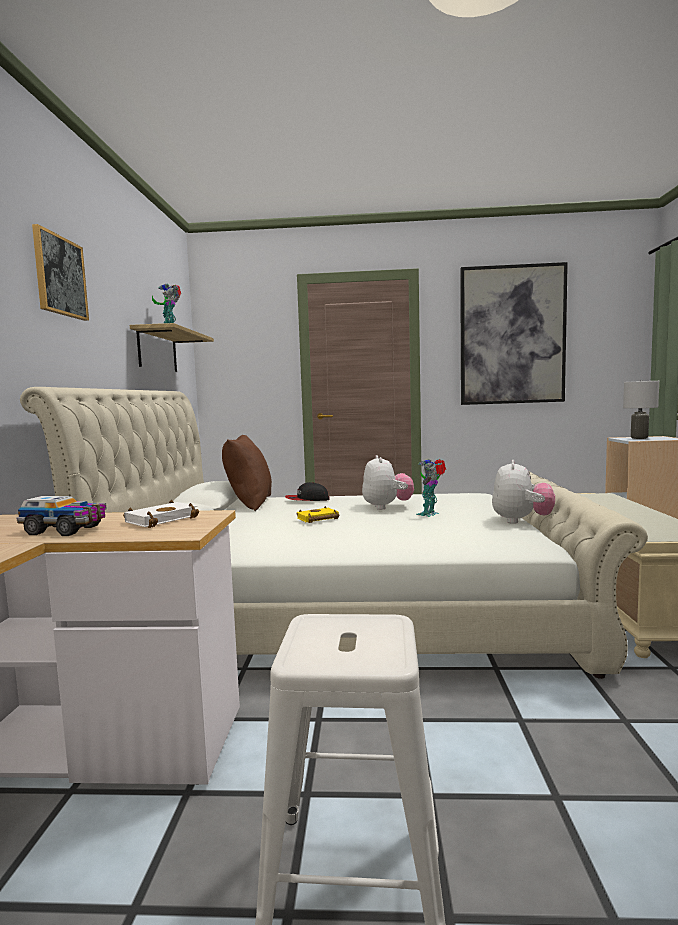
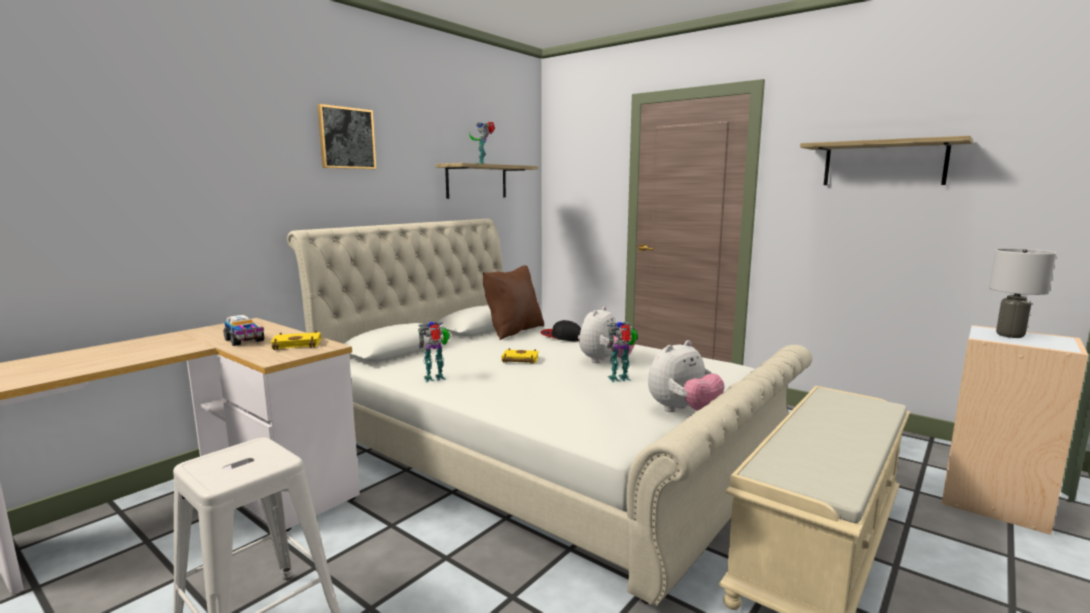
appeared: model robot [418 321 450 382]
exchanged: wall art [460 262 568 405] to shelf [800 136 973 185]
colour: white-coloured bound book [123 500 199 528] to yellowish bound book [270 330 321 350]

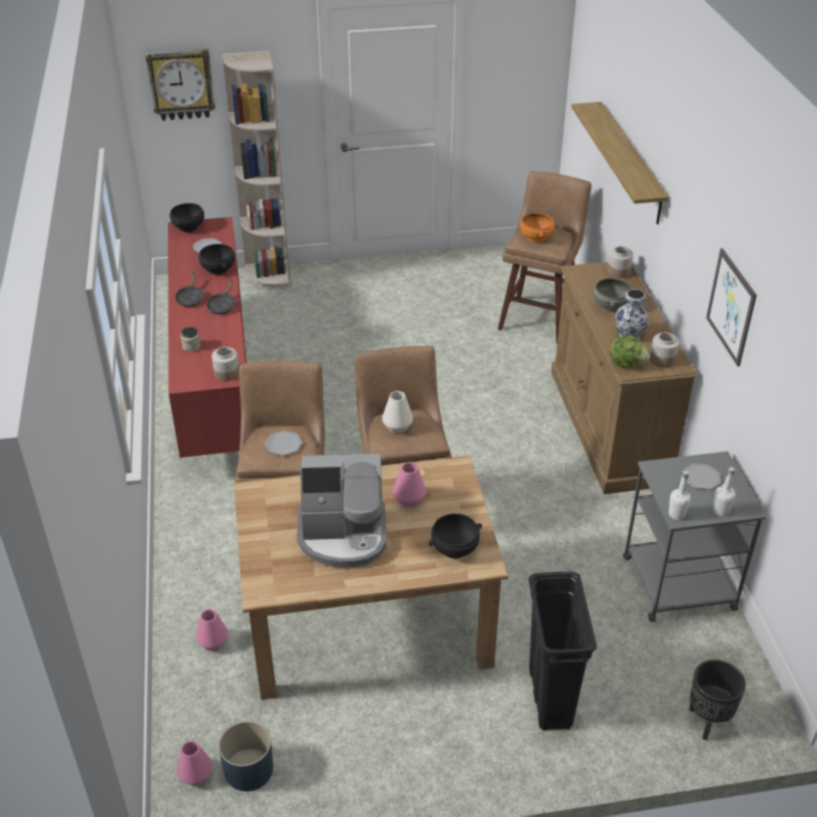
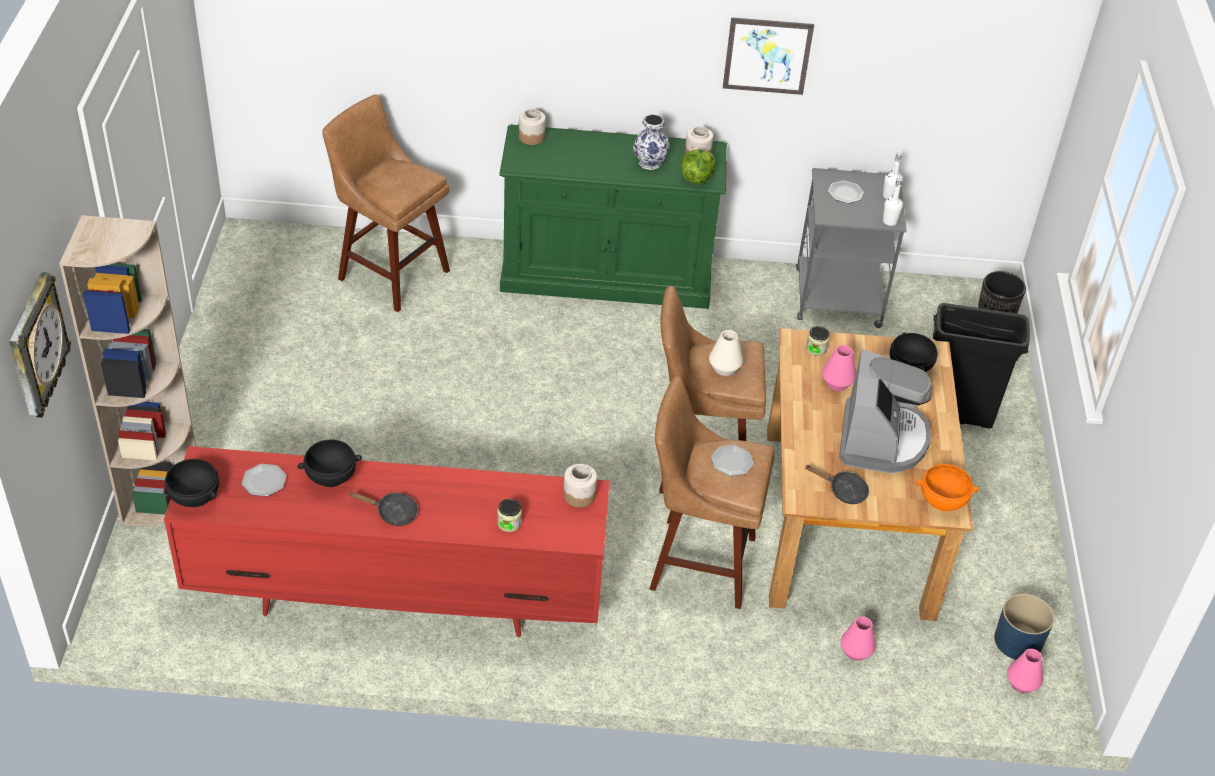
missing: shelf [571 102 669 225]; grey serving bowl [593 278 632 312]
appeared: preserve jar [806 326 829 356]
relocated: blackish skillet [206 279 235 314] to [805 465 869 504]; orange-coloured serving bowl [520 213 555 242] to [916 464 979 511]
colour: brown cabinet [551 262 697 494] to green cabinet [499 125 727 309]

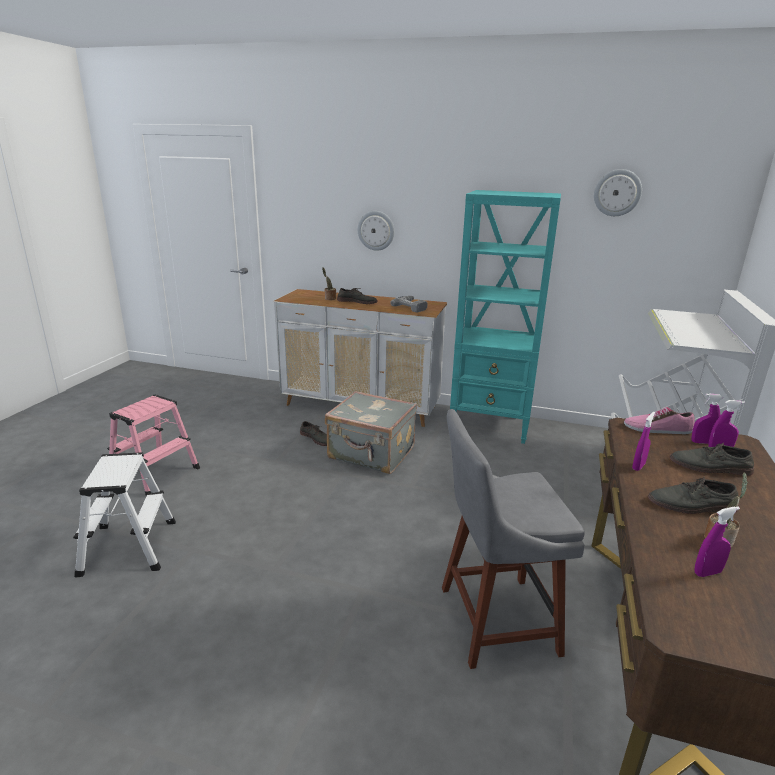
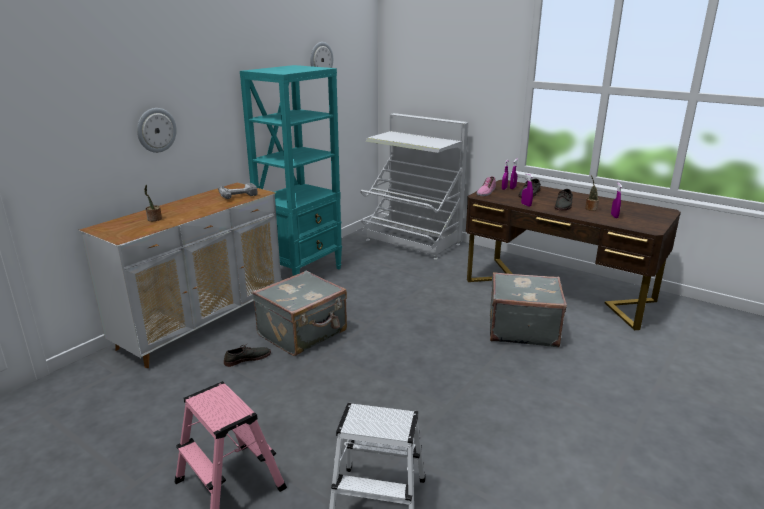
missing: grey shoe [337 288 378 304]
exchanged: grey chair [442 409 585 669] to grey piece of luggage [490 272 567 347]

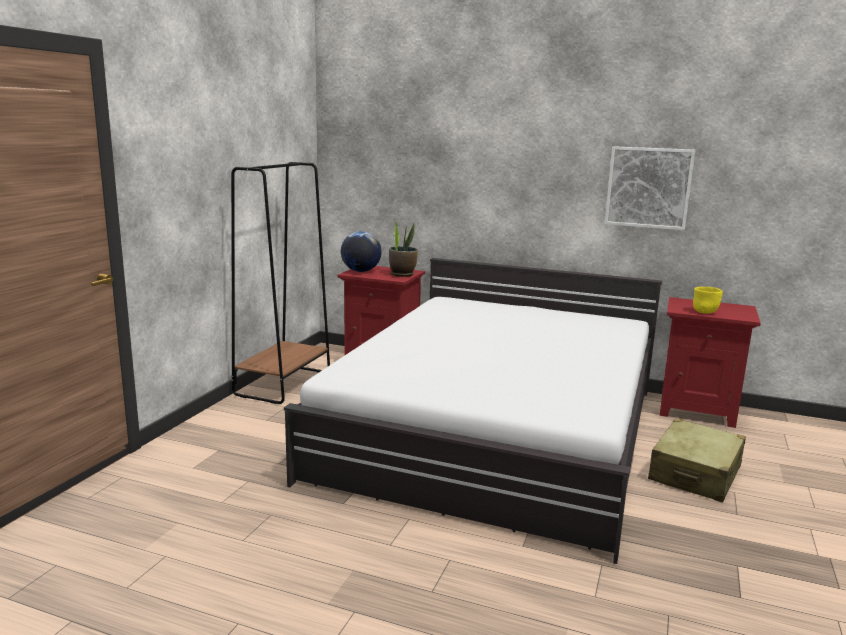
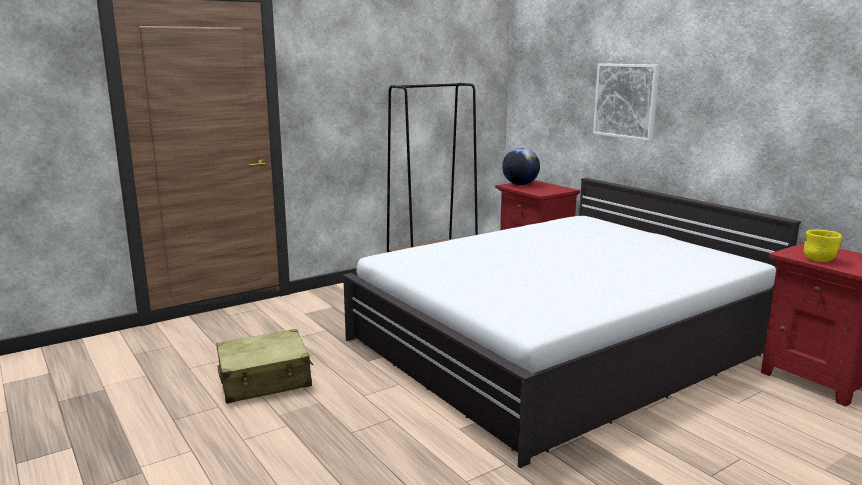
missing: houseplant [389 219 418 277]
relocated: wall art [605 146 695 230] to [593 63 660 142]; sand-coloured piece of luggage [648 418 746 503] to [216 329 314 404]

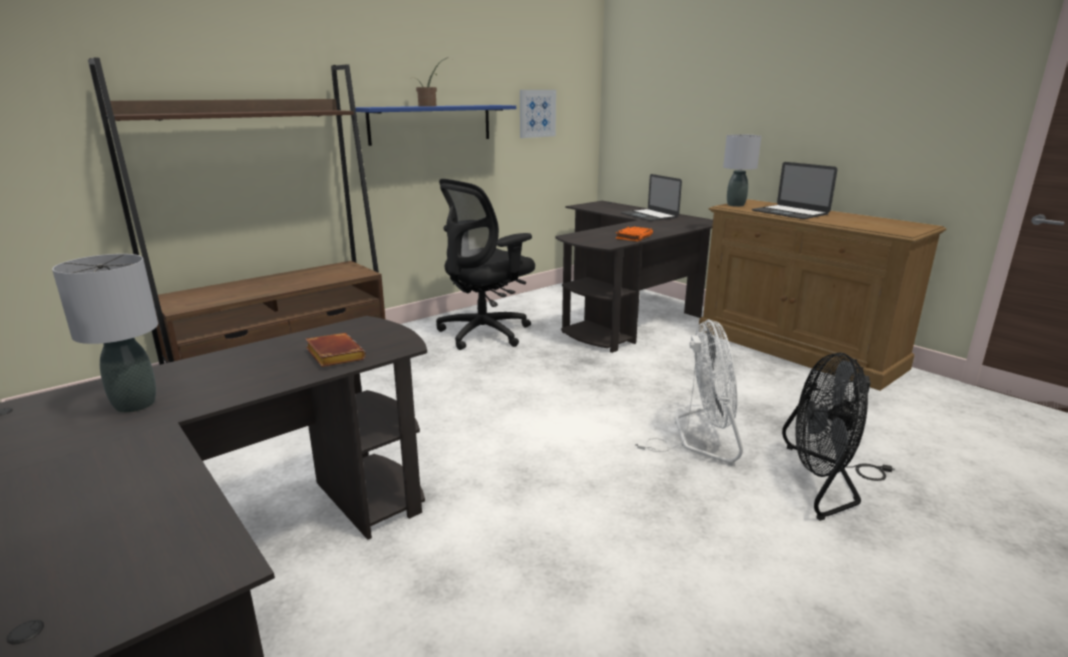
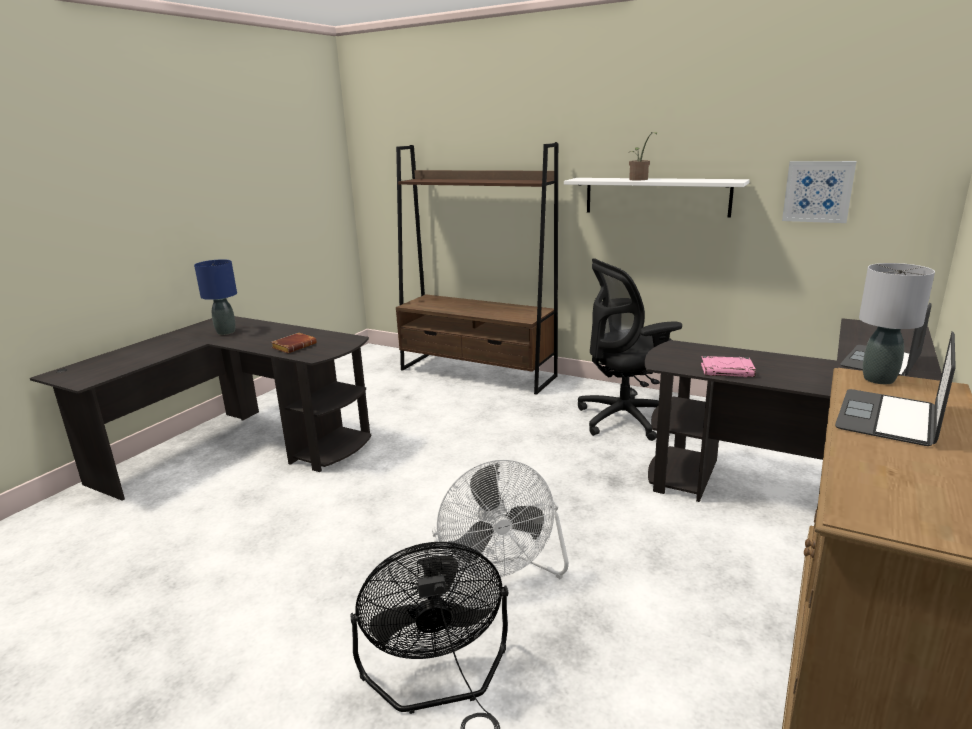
colour: grey tabletop lamp [52 254 158 413] to blue-coloured tabletop lamp [194 259 237 335]; blue-coloured shelf [355 105 516 146] to white-coloured shelf [564 178 750 218]; orange-coloured bound book [616 226 653 241] to pink bound book [701 356 756 377]
spun: blackish computer chair [436 179 535 350] = [578 258 682 441] 45 degrees counterclockwise

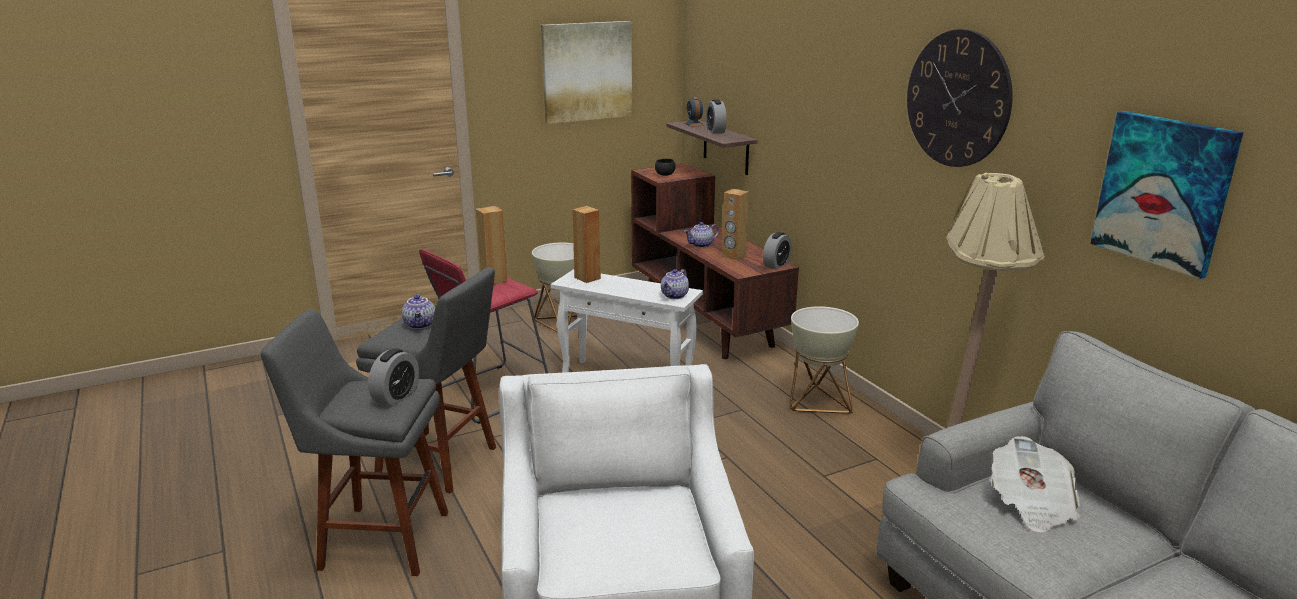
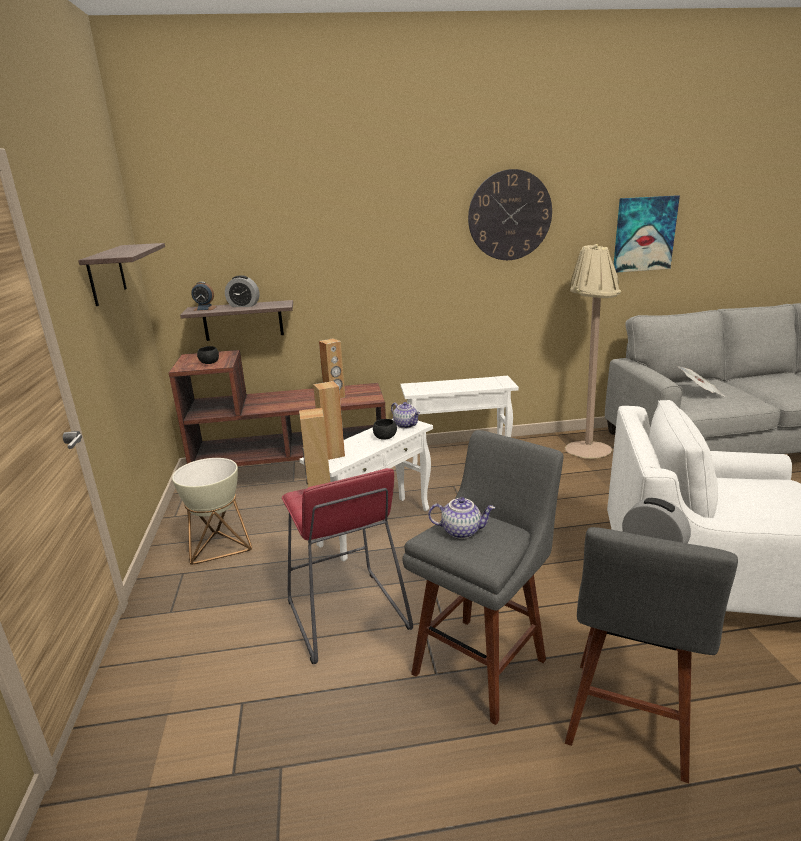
missing: pot for tea [684 222 719 248]; table clock [763 232 792 270]
appeared: blackish serving bowl [373 419 397 440]
exchanged: wall art [541 21 632 124] to shelf [78 243 165 306]; plant pot [789 306 859 413] to white-coloured end table [401 376 519 465]

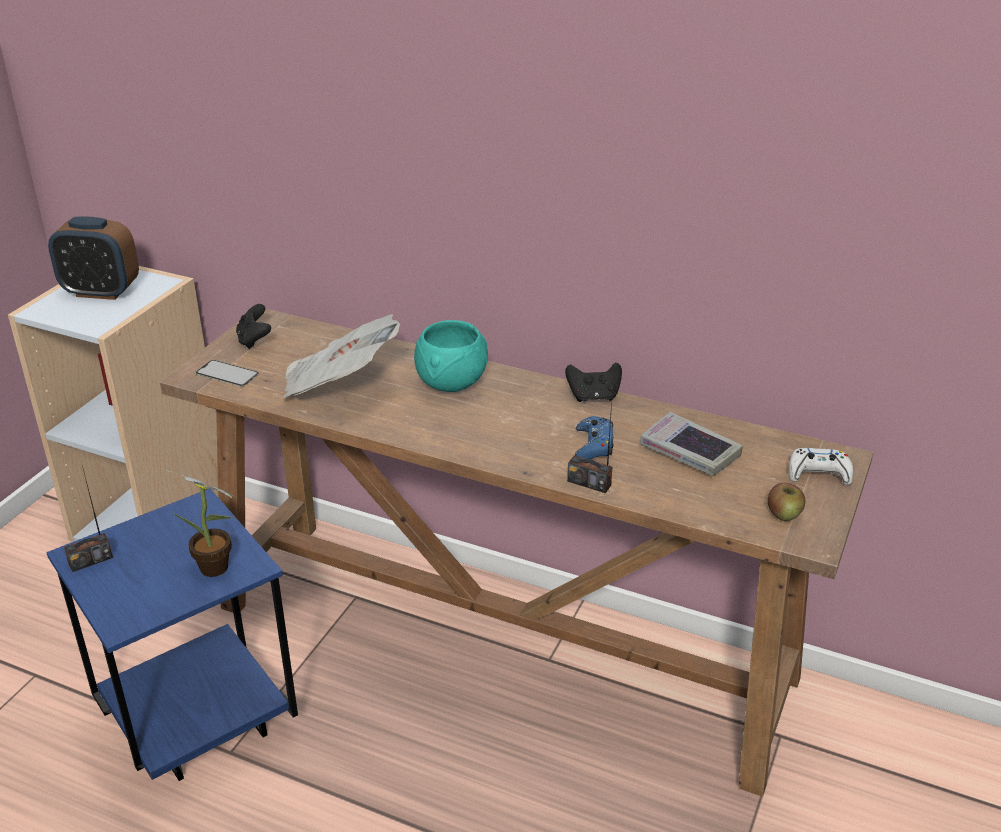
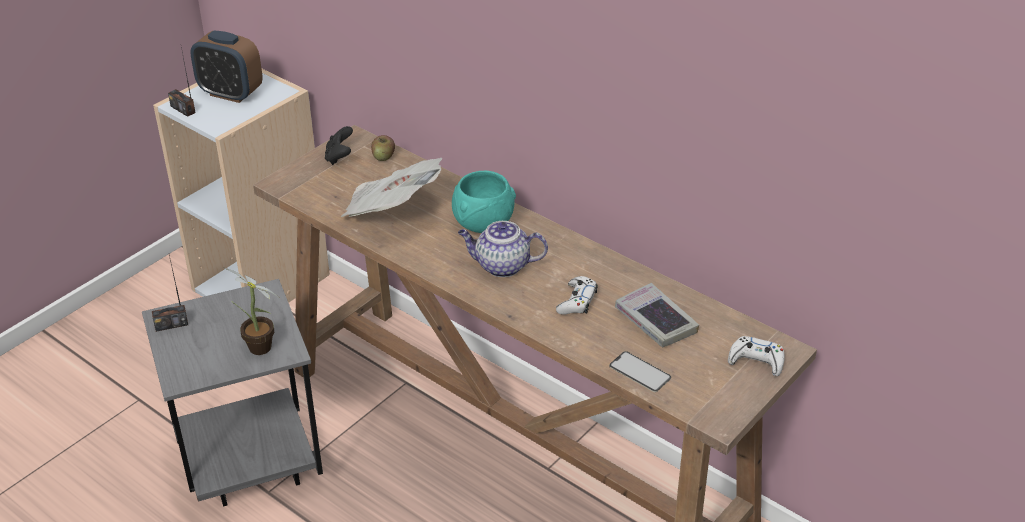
missing: blackish joypad [565 362 622 402]
appeared: pot for tea [458 221 548 277]
relocated: telephone [196 360 259 387] to [609 351 671 392]; radio set [567 389 613 493] to [168 47 196 117]; apple fruit [768 483 805 521] to [371 135 395 161]
colour: blue-coloured end table [47 489 298 781] to grey end table [142 279 323 507]; blue-coloured joypad [575 416 613 459] to white-coloured joypad [556 276 598 315]

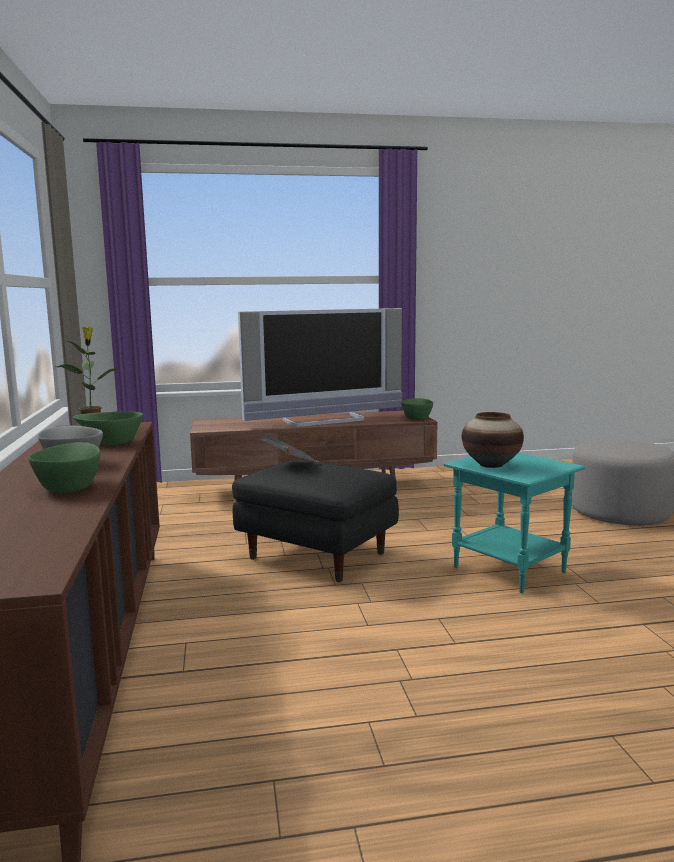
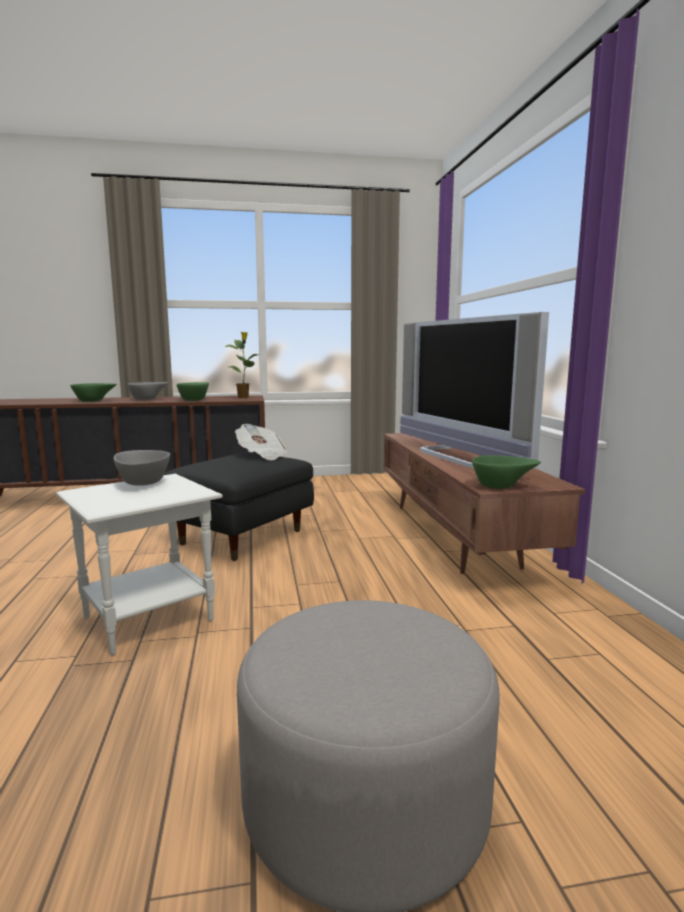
exchanged: flower vase [462 412 524 468] to grey serving bowl [113 450 170 486]
colour: turquoise-coloured end table [443 453 586 593] to white-coloured end table [56 474 223 655]

